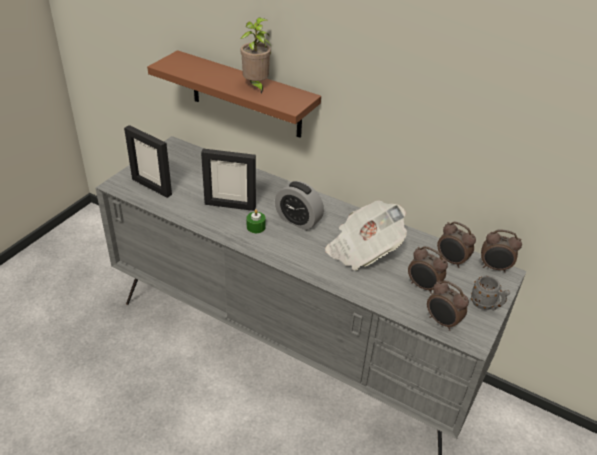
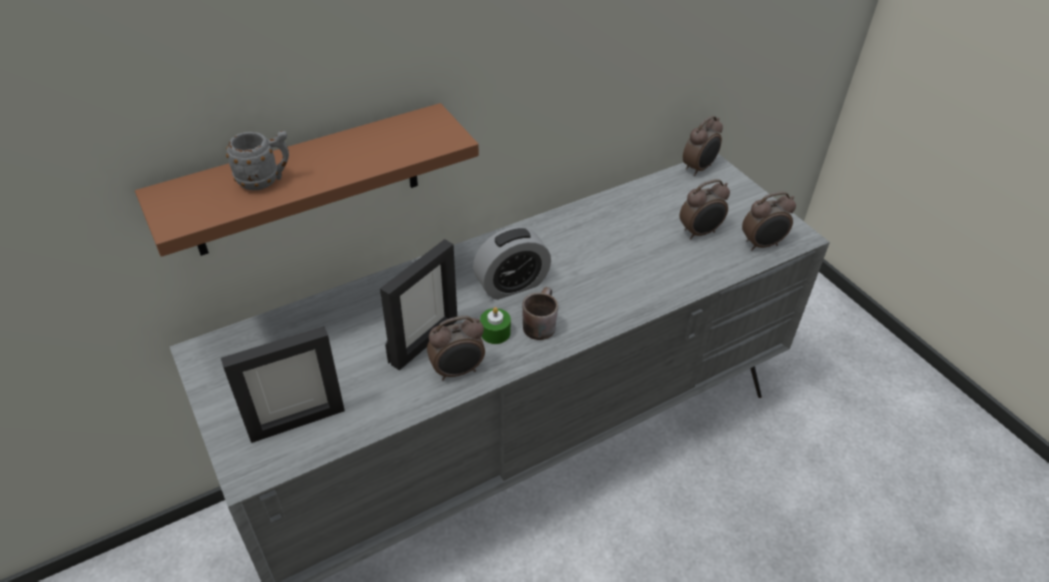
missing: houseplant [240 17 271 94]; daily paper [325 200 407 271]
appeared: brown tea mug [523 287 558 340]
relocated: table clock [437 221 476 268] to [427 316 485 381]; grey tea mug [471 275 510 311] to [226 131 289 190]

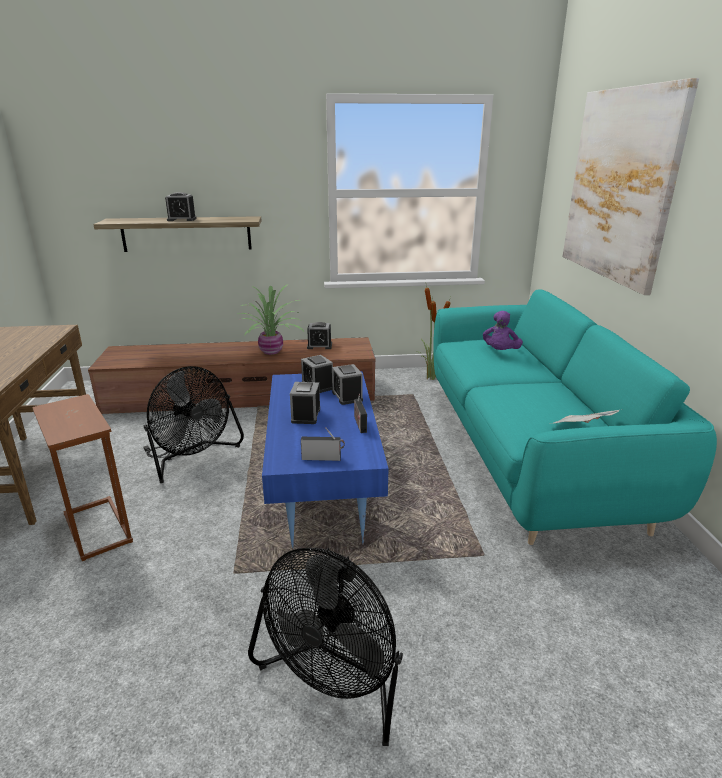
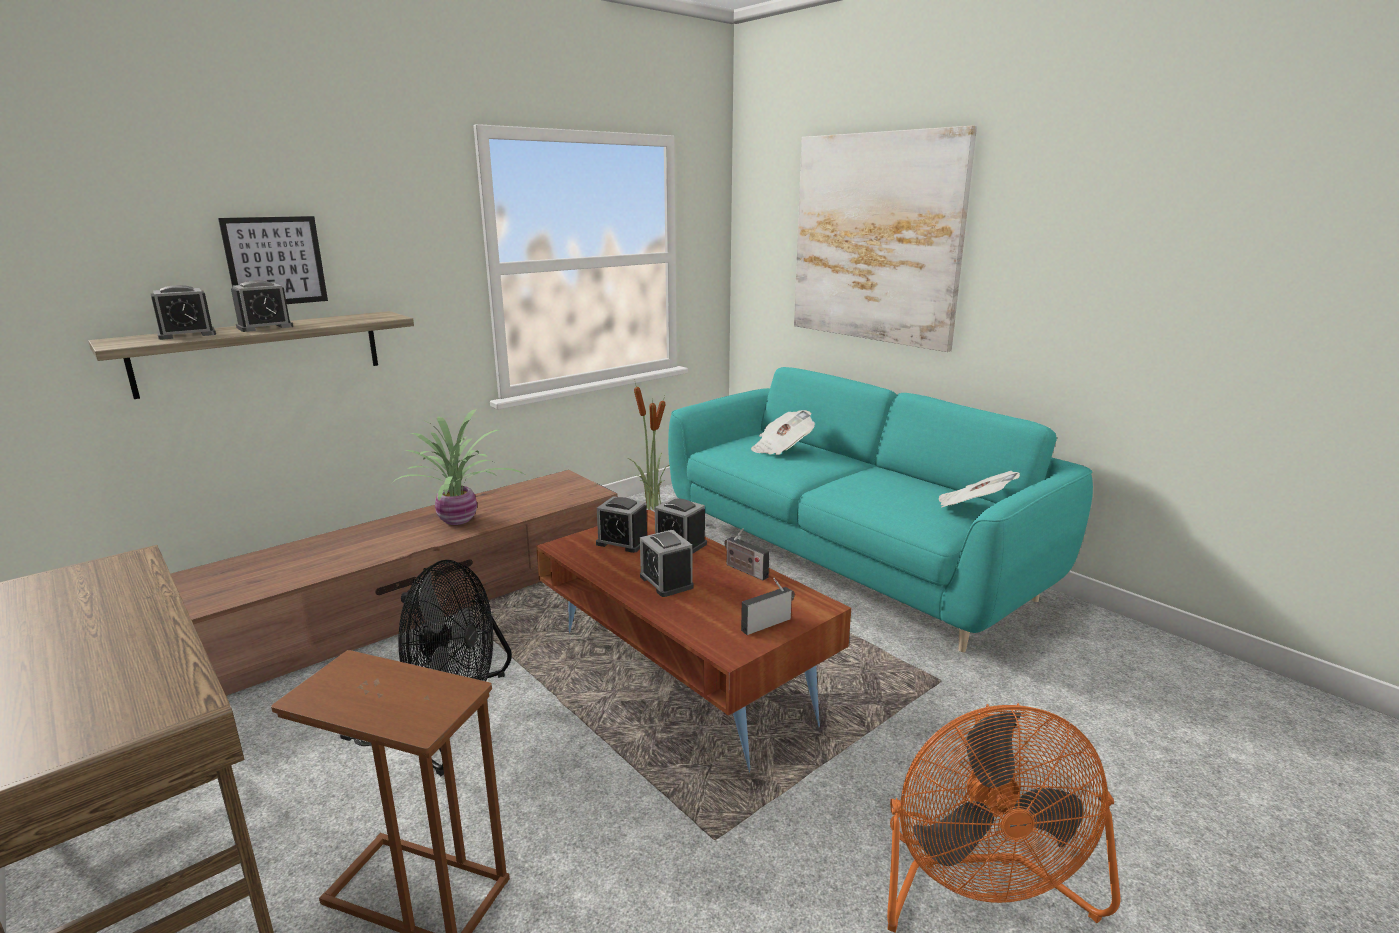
appeared: wall art [218 216 328 304]
relocated: table clock [307 322 332 349] to [151 285 216 340]
exchanged: purplish plush toy [483 311 523 350] to daily paper [751 410 815 455]
colour: blackish cooling fan [248 548 403 746] to orange-coloured cooling fan [887 703 1121 933]; blue-coloured low table [262 371 388 550] to brown low table [536 509 851 773]

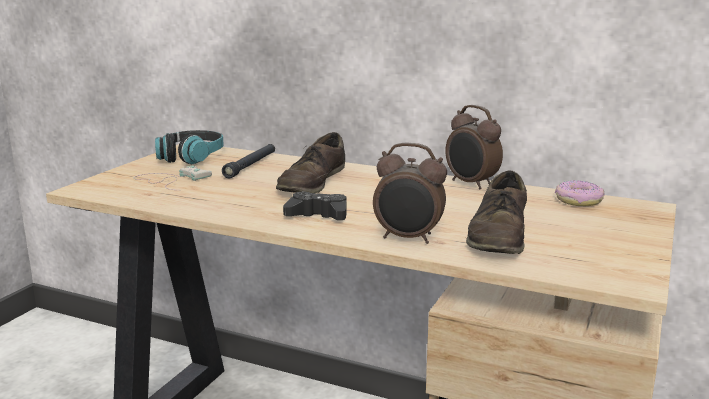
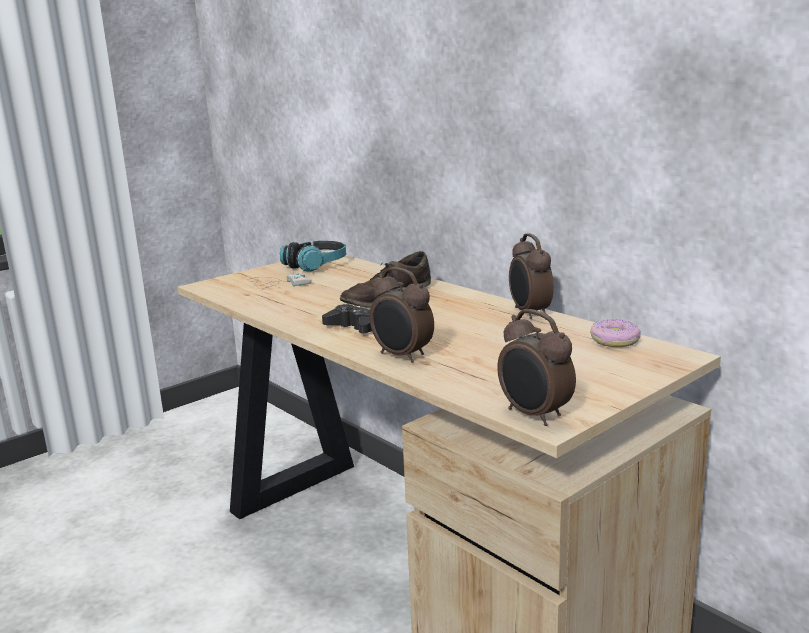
missing: blackish flashlight [222 144 275 178]; brown shoe [466 170 527 254]
appeared: table clock [497 309 576 426]

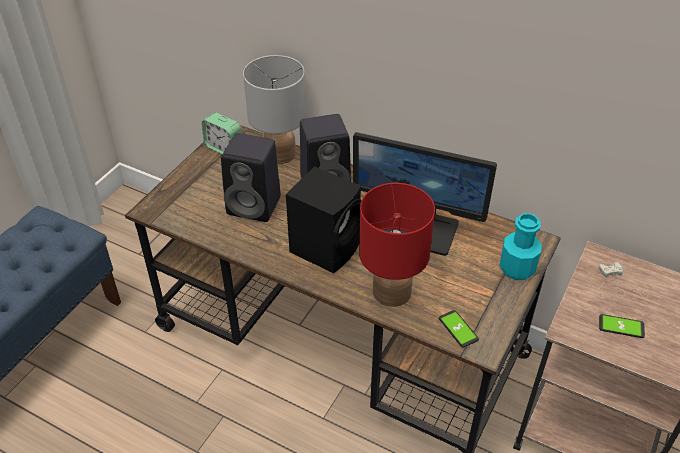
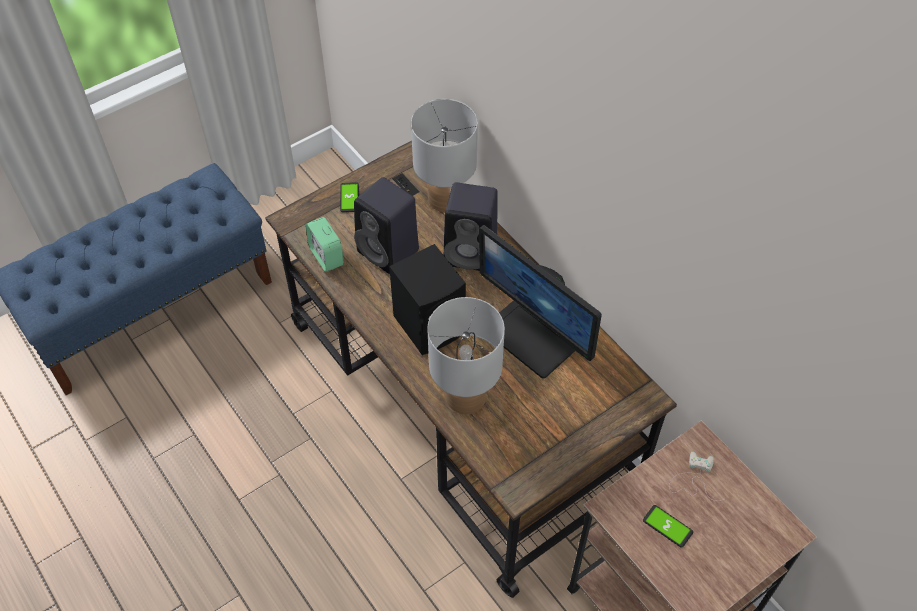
missing: turquoise-coloured beverage bottle [499 213 542 280]
relocated: table clock [202 113 241 154] to [306 217 344 272]; telephone [439 310 479 348] to [340 182 359 212]
colour: red-coloured tabletop lamp [359 183 435 307] to grey tabletop lamp [427 297 505 414]

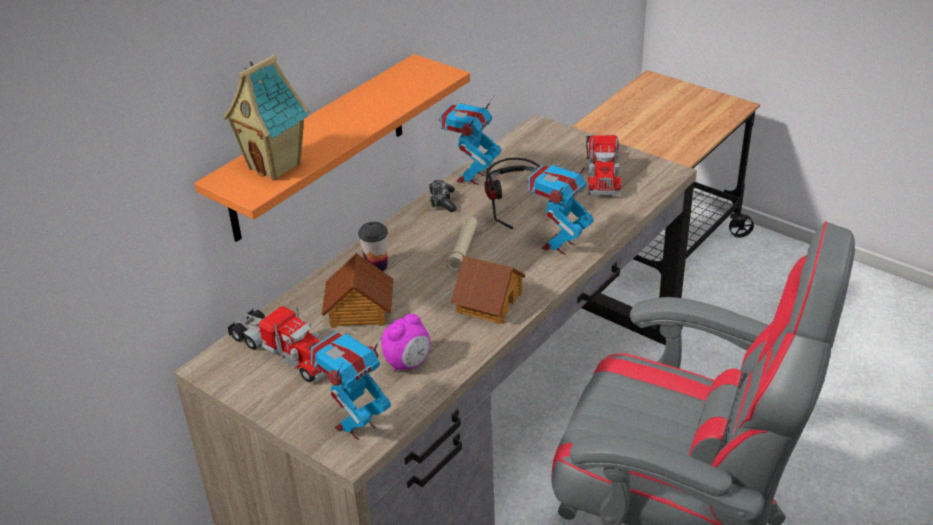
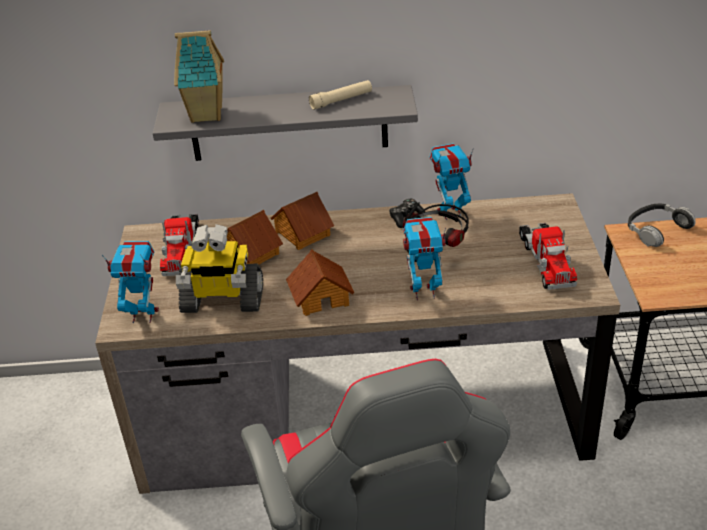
appeared: headset [628 204 695 247]
relocated: sand-coloured flashlight [447 217 477 271] to [309 80 372 110]
exchanged: small cup [358 222 388 271] to miniature house [271 192 334 250]; table clock [381 314 430 371] to model robot [176 224 263 313]
colour: orange-coloured shelf [194 54 470 242] to grey shelf [153 85 418 161]
spun: model truck [586 134 621 195] = [519 223 577 290] 60 degrees counterclockwise

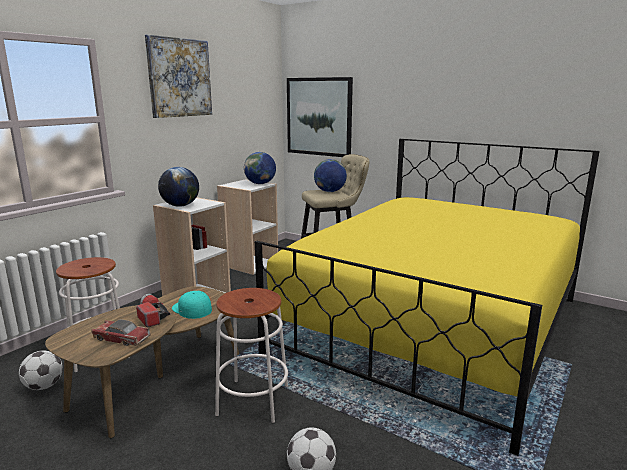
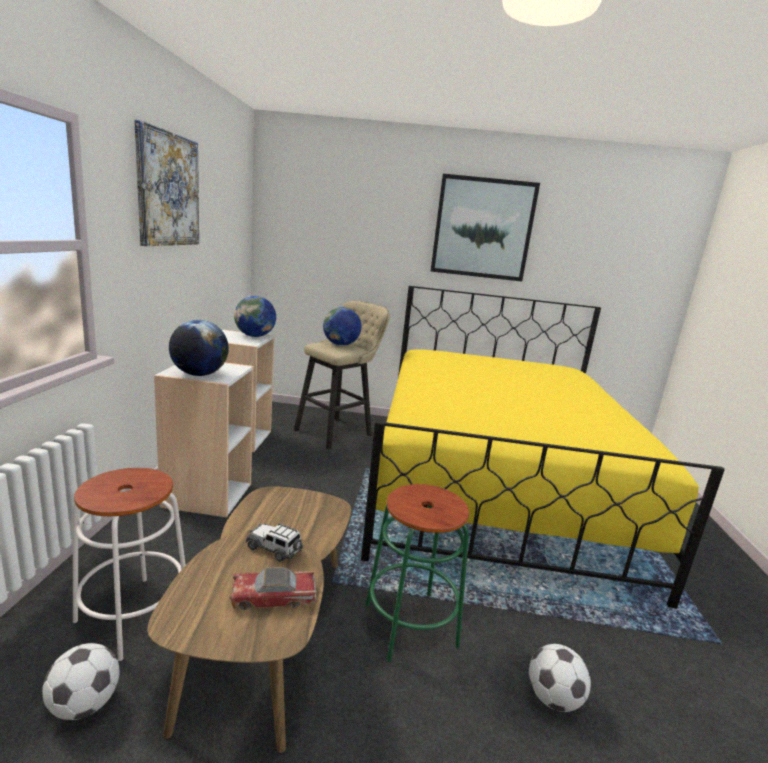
missing: turquoise-coloured cap [172 291 212 319]
relocated: wall art [287 77 353 157] to [431 174 540 281]
exchanged: flashlight [136 294 170 327] to miniature car [246 523 303 562]
colour: white-coloured sitting stool [215 288 288 423] to green sitting stool [366 484 469 662]

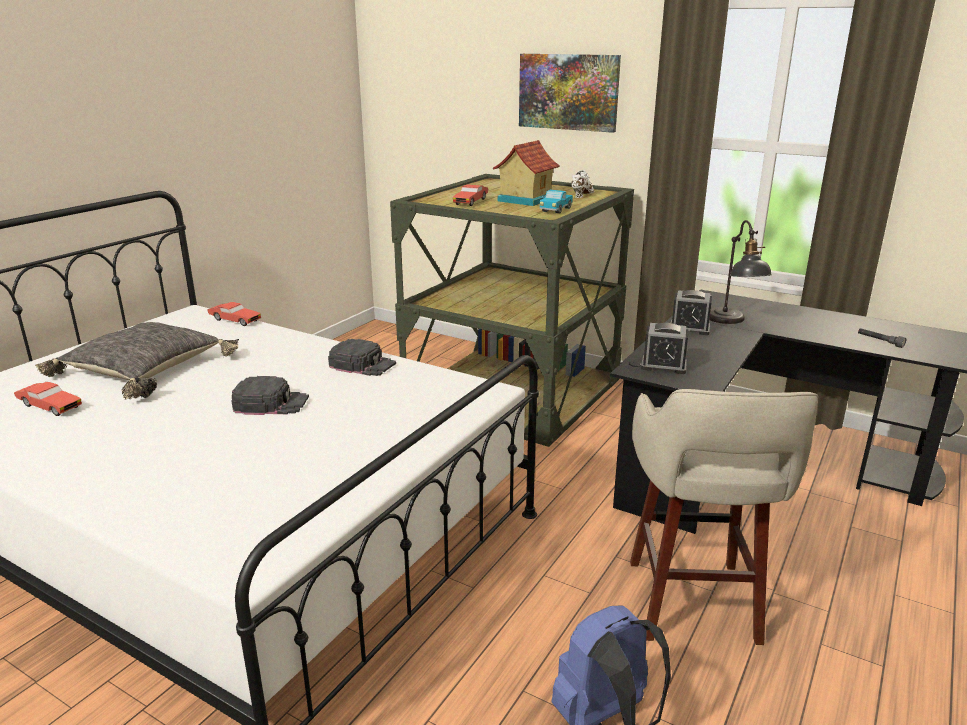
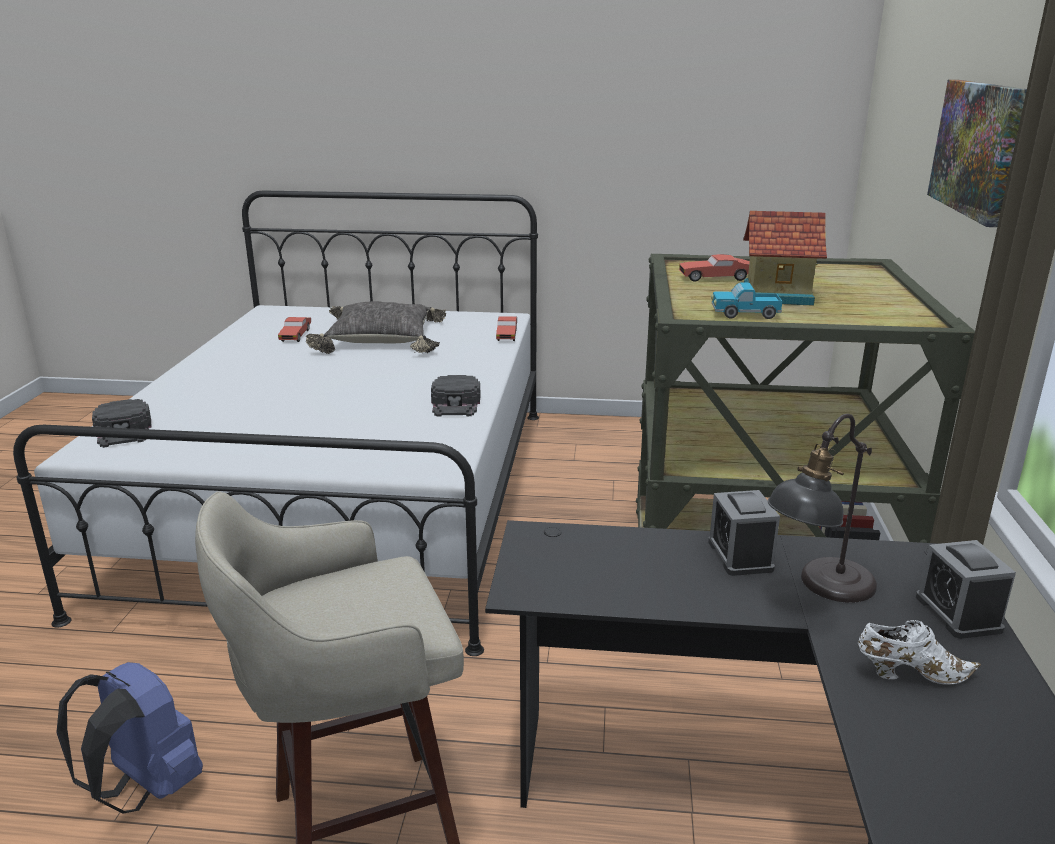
missing: grey flashlight [858 328 906 348]
relocated: blackish cap [232 376 309 415] to [92 399 151 448]; white-coloured shoe [571 170 594 198] to [858 620 981 685]; table clock [641 323 688 374] to [916 540 1016 639]

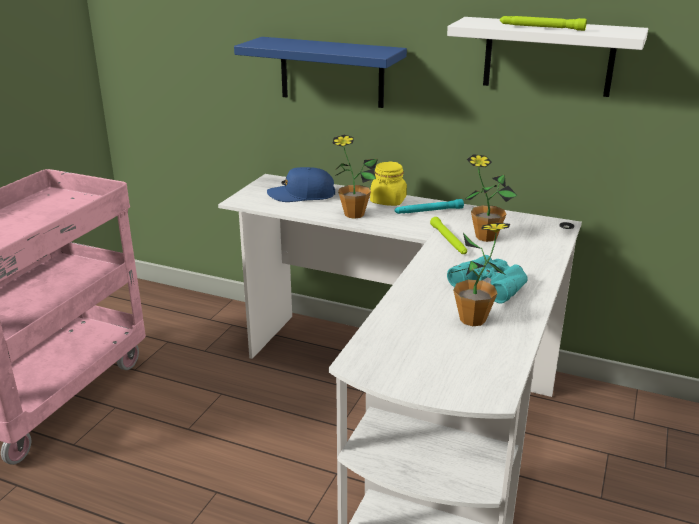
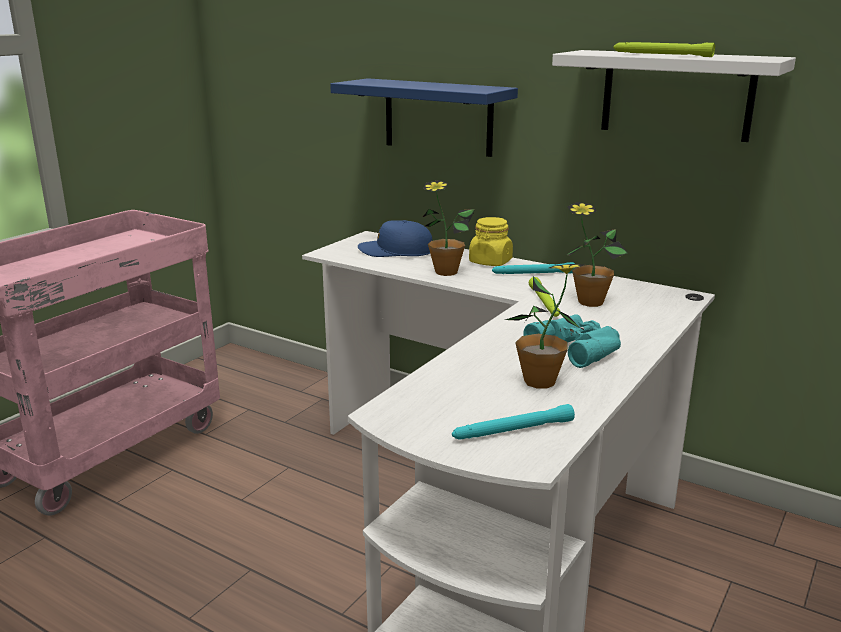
appeared: turquoise-coloured flashlight [452 404 575 440]

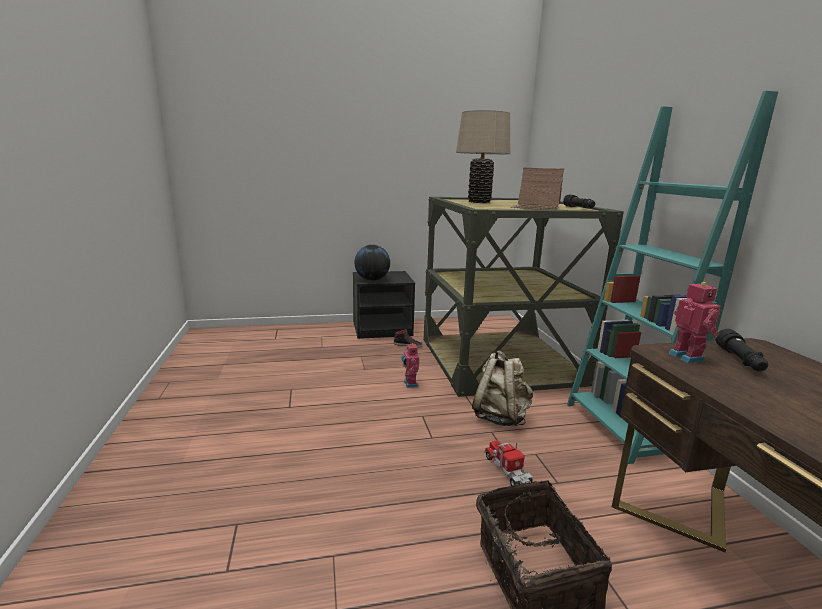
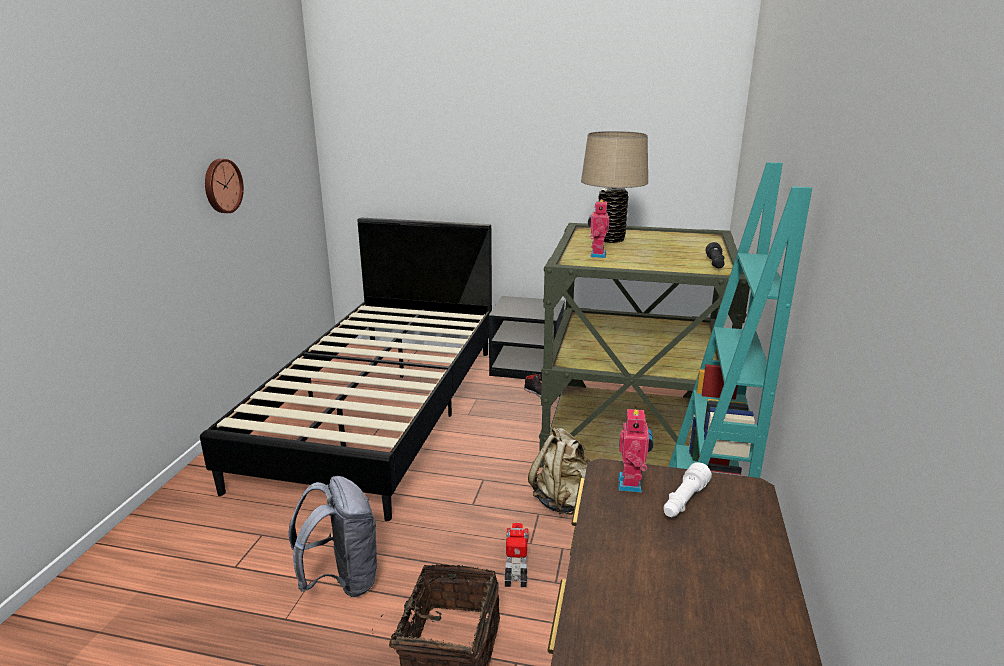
missing: desk globe [354 245 390 281]; miniature house [510 167 564 210]
appeared: blackish sleeping bed [200 218 492 521]; hanging clock [205 159 244 213]; grey backpack [288 476 378 597]
relocated: model robot [401 344 419 388] to [588 199 610 258]
colour: blackish flashlight [715 329 768 371] to white-coloured flashlight [664 462 712 517]

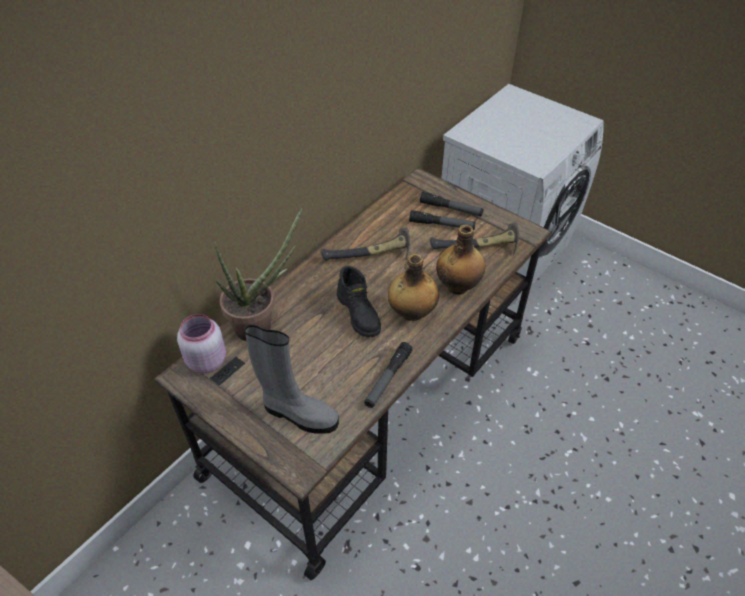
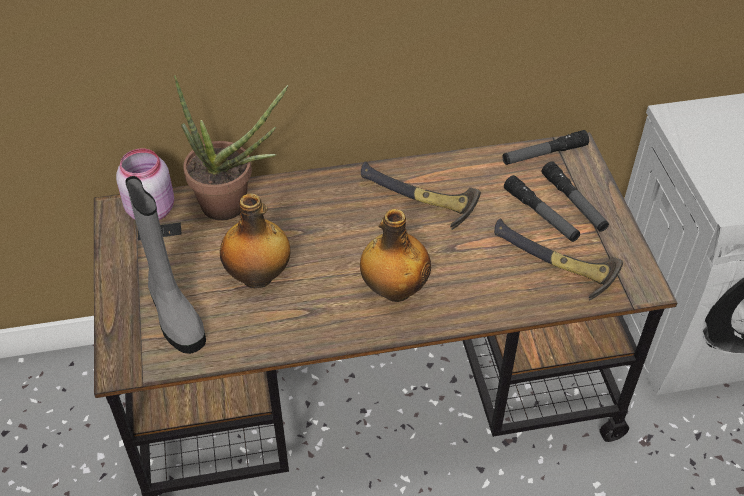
missing: blackish high-top boot [337 266 381 337]
relocated: flashlight [364 342 413 408] to [502 130 589 165]; beverage bottle [436 225 485 295] to [220 193 290 288]

